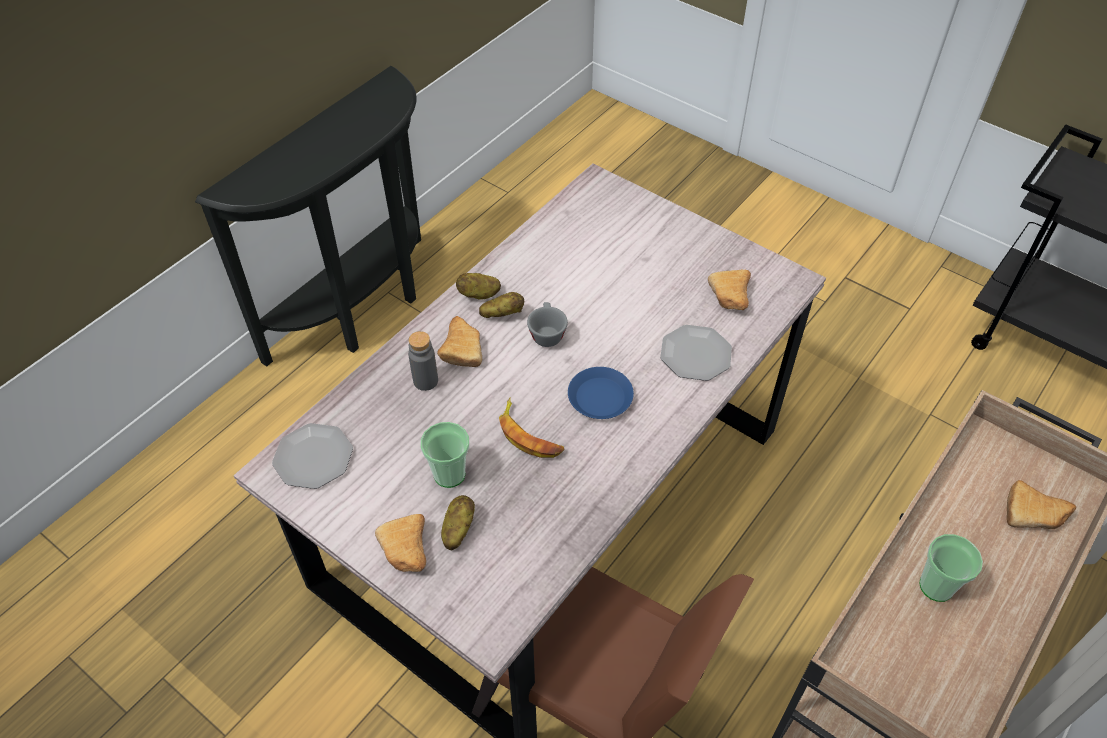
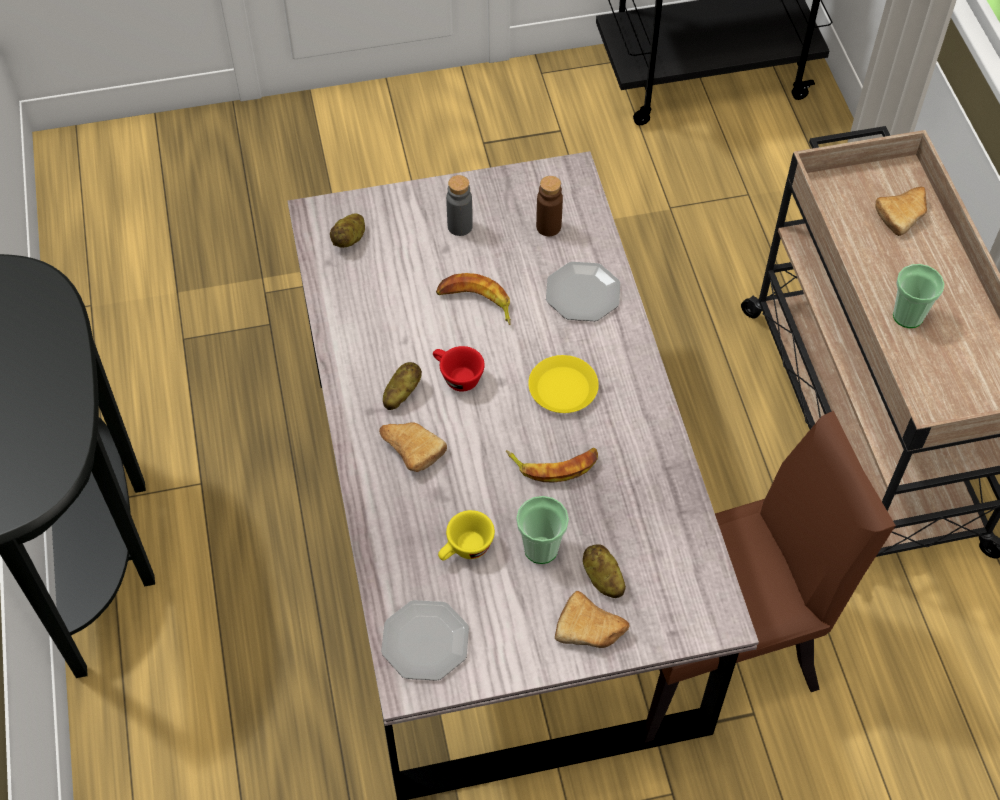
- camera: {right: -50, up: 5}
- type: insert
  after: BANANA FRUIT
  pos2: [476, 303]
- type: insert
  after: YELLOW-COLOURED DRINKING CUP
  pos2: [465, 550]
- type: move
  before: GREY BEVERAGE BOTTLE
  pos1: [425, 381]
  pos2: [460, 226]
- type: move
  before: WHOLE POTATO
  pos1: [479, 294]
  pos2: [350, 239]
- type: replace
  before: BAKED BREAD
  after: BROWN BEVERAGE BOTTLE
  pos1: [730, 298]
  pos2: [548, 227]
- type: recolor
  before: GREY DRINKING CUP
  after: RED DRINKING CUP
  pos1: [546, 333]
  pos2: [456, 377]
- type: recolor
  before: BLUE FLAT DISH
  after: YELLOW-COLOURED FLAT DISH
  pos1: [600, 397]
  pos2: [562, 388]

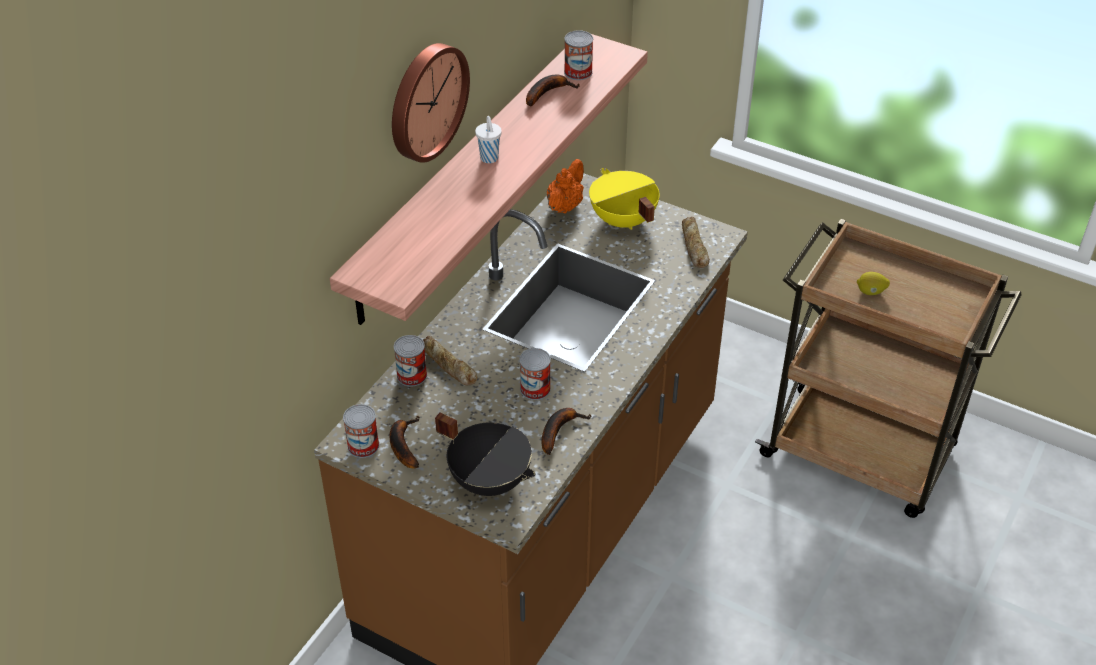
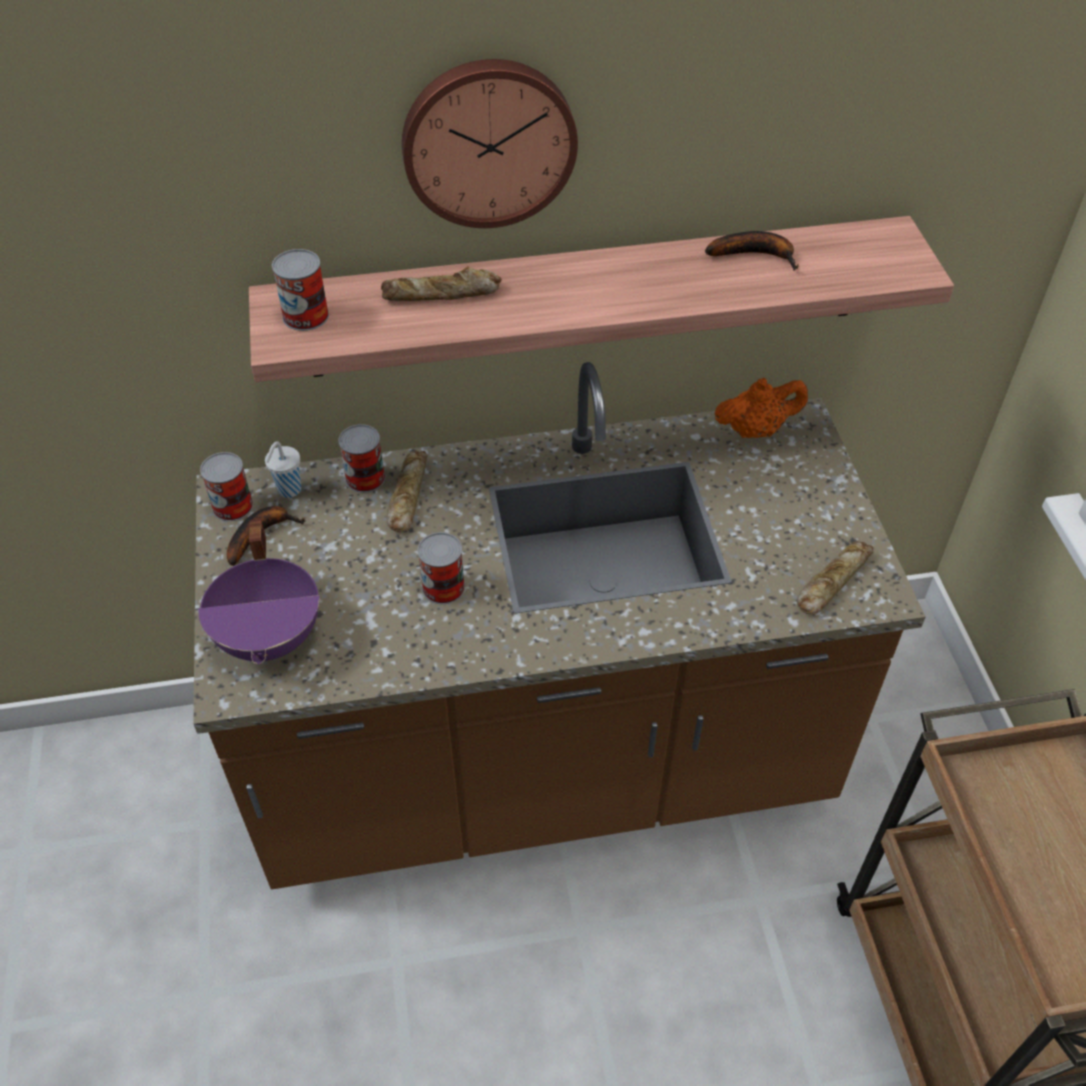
- camera: {right: 50, up: 5}
- type: delete
  before: BANANA FRUIT
  pos1: [559, 430]
- type: delete
  before: YELLOW-COLOURED STOCKPOT
  pos1: [622, 220]
- type: delete
  before: LEMON
  pos1: [870, 292]
- type: insert
  after: BAKED BREAD
  pos2: [442, 294]
- type: move
  before: WHITE-COLOURED DRINKING CUP
  pos1: [489, 159]
  pos2: [288, 490]
- type: move
  before: CAN
  pos1: [578, 72]
  pos2: [305, 316]
- type: recolor
  before: BLACK STOCKPOT
  after: PURPLE-COLOURED STOCKPOT
  pos1: [490, 479]
  pos2: [271, 637]

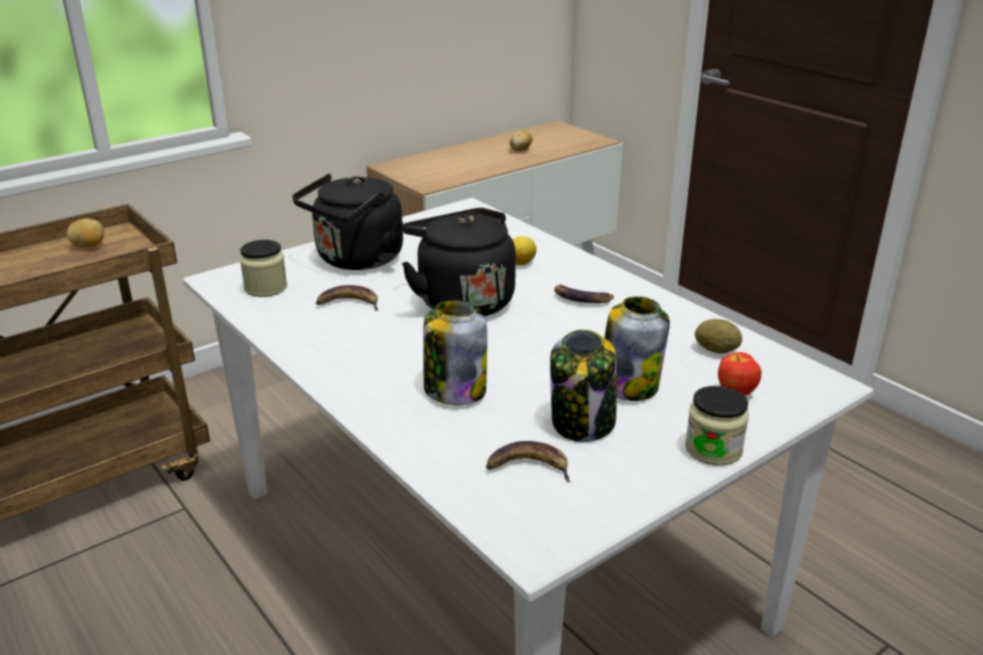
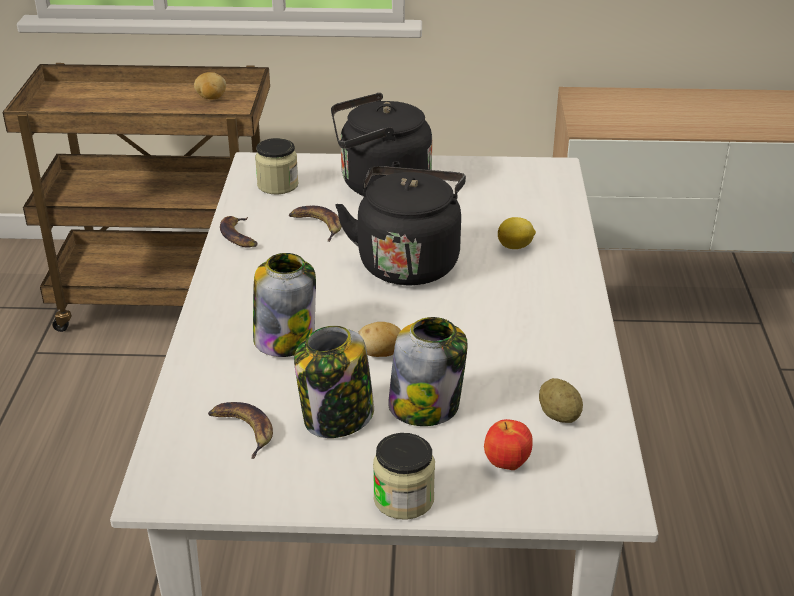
- camera: {right: 40, up: 5}
- type: move
  before: WHOLE POTATO
  pos1: [520, 150]
  pos2: [380, 354]
- type: move
  before: BANANA FRUIT
  pos1: [581, 298]
  pos2: [239, 236]

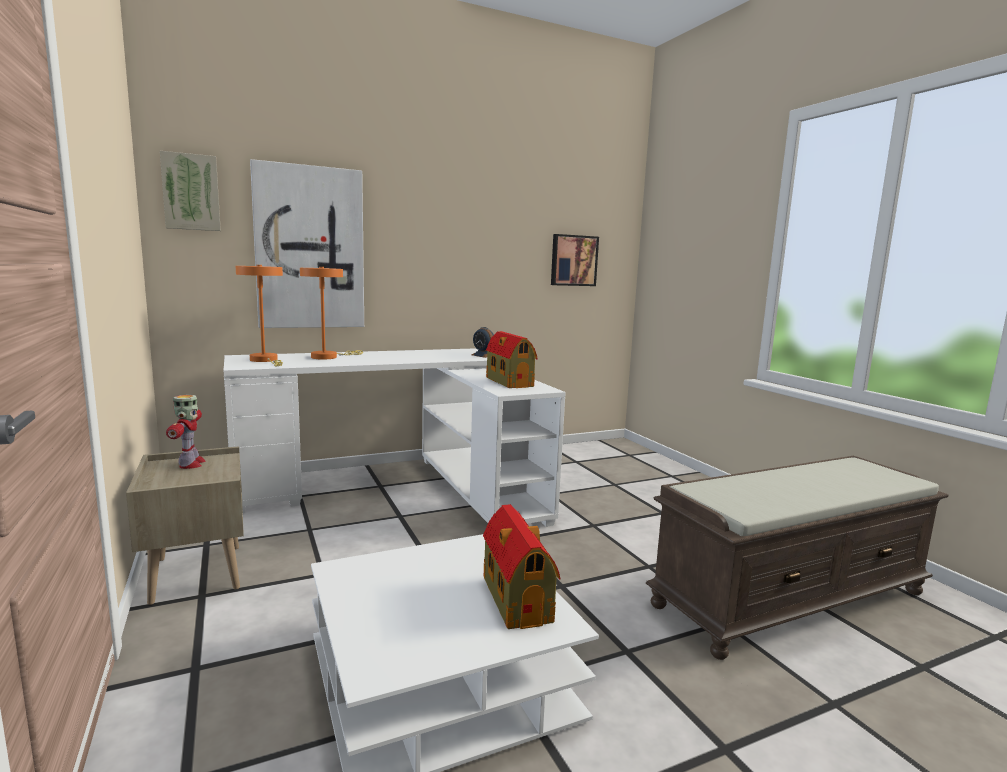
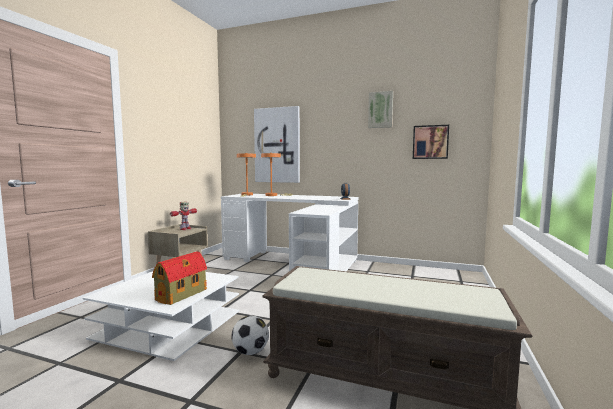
- camera: {right: 45, up: -5}
- type: delete
  before: TOY HOUSE
  pos1: [509, 381]
- type: insert
  after: FOOTBALL
  pos2: [250, 352]
- type: move
  before: WALL PICTURE
  pos1: [191, 192]
  pos2: [380, 110]

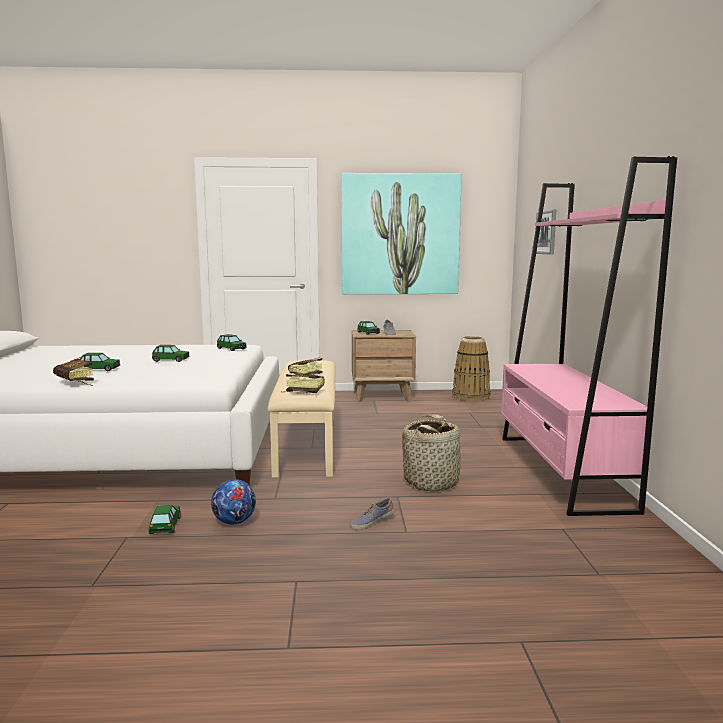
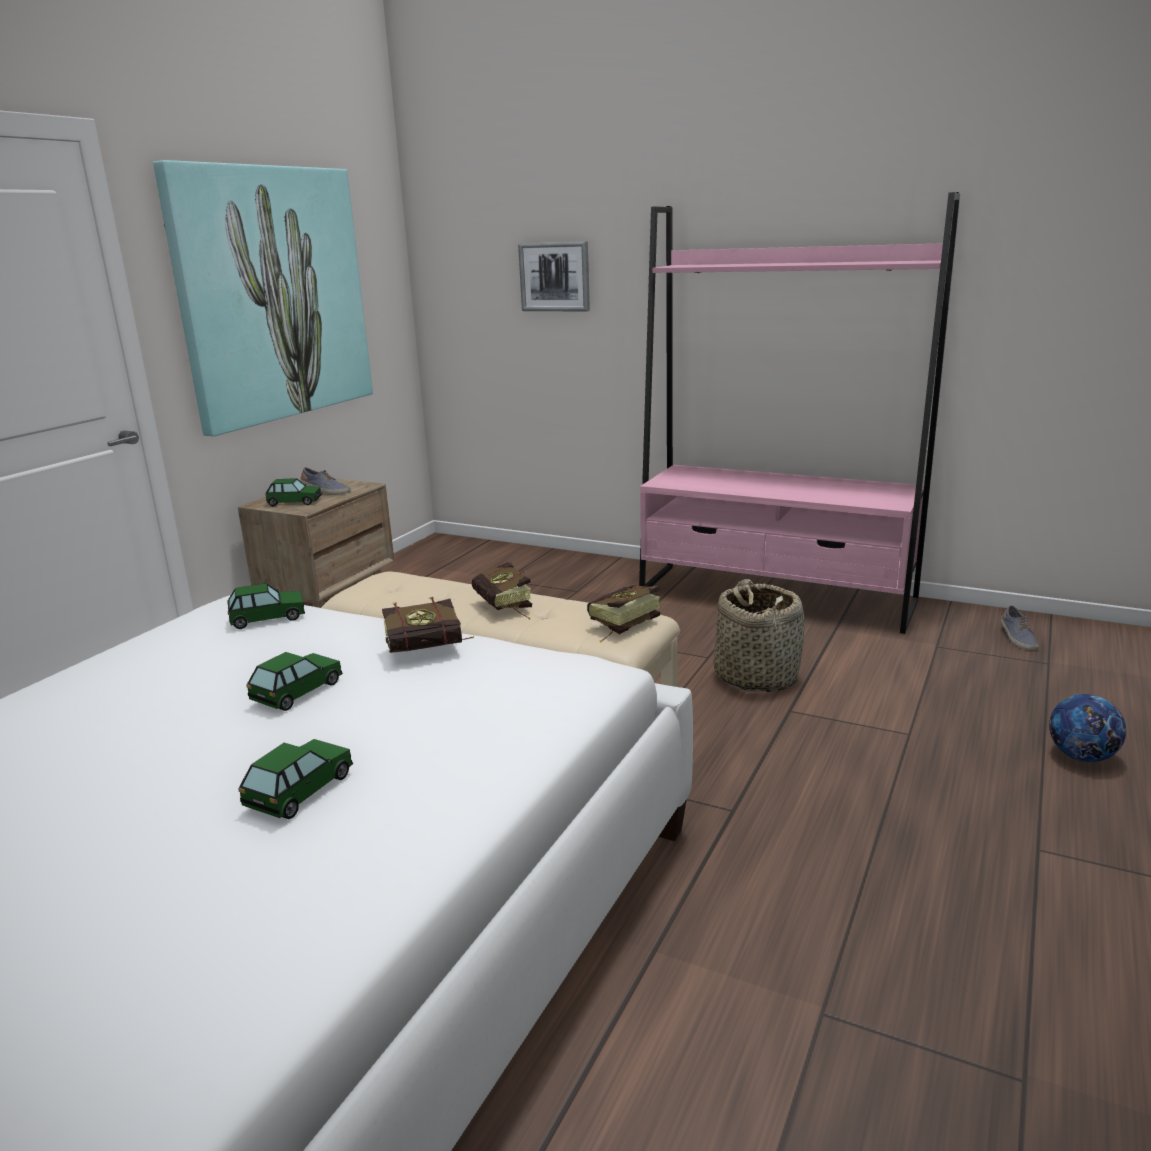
- camera: {right: -60, up: 10}
- type: delete
  before: MODEL CAR
  pos1: [165, 525]
- type: delete
  before: BASKET
  pos1: [471, 397]
- type: move
  before: BOOK
  pos1: [76, 383]
  pos2: [433, 650]
- type: move
  before: FOOTBALL
  pos1: [234, 522]
  pos2: [1081, 756]
- type: move
  before: LOW SHOE
  pos1: [371, 522]
  pos2: [1017, 638]

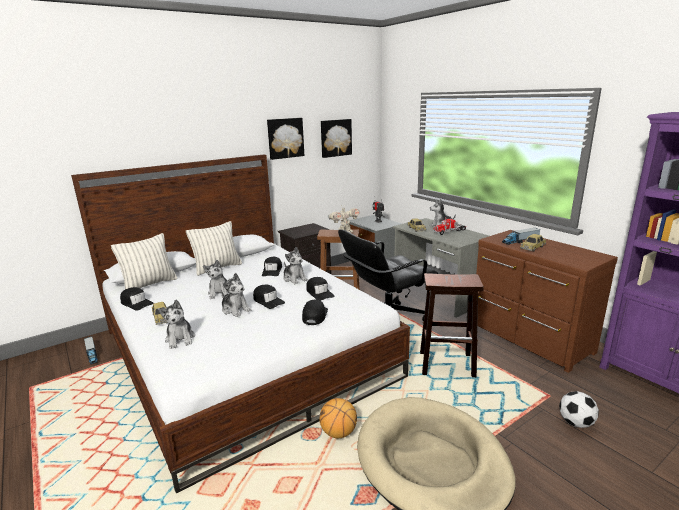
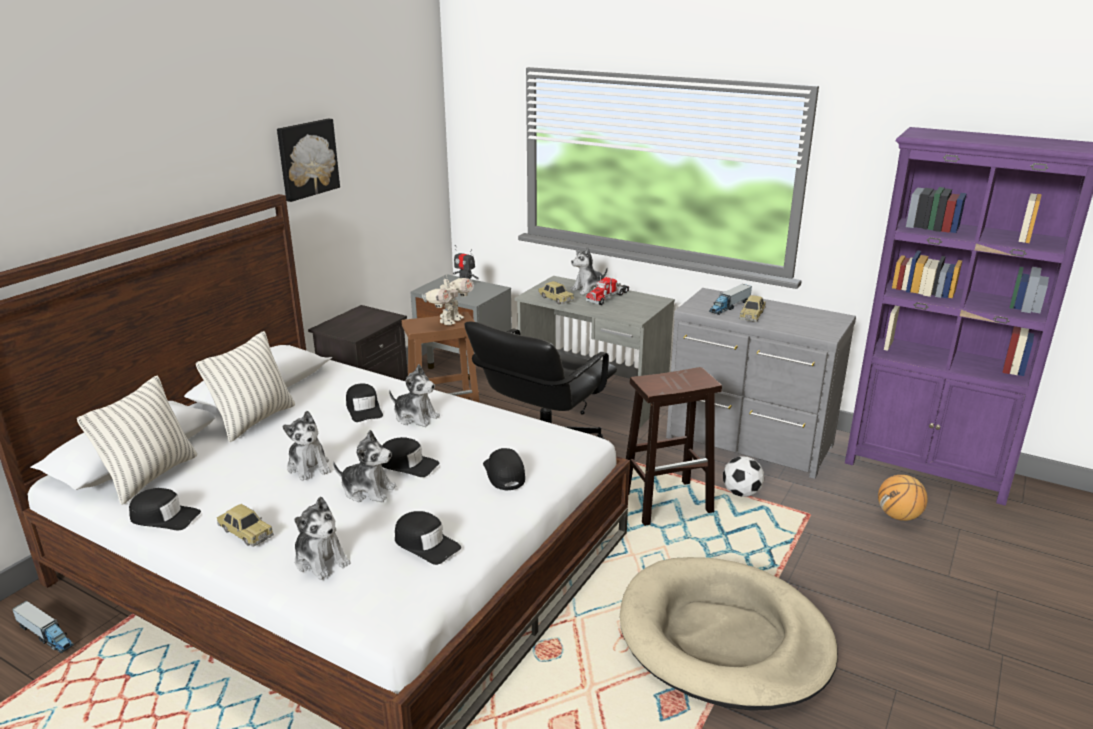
- camera: {right: -25, up: 5}
- type: delete
  before: WALL PICTURE
  pos1: [335, 138]
- type: move
  before: BLACK BASEBALL CAP
  pos1: [319, 293]
  pos2: [426, 544]
- type: move
  before: BALL FOR BASKETBALL
  pos1: [338, 433]
  pos2: [898, 516]
- type: move
  before: FOOTBALL
  pos1: [575, 423]
  pos2: [741, 493]
- type: recolor
  before: BROWN DRESSER
  after: GREY DRESSER
  pos1: [529, 339]
  pos2: [749, 443]

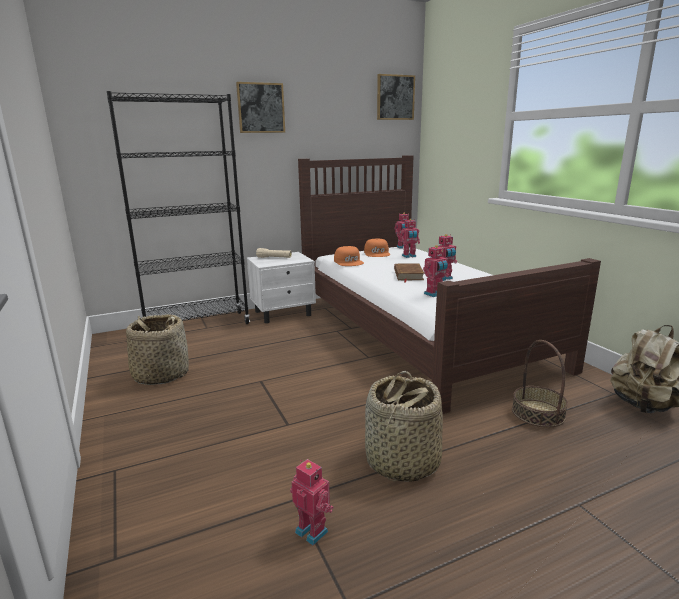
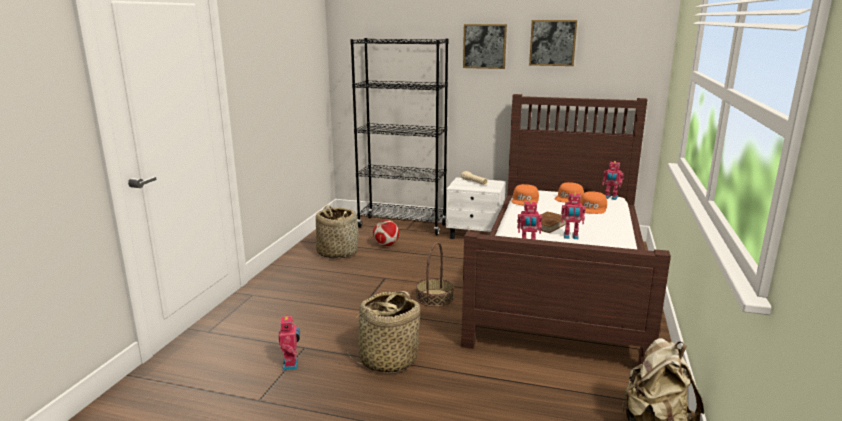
- camera: {right: 40, up: 0}
- type: insert
  after: FOOTBALL
  pos2: [386, 245]
- type: move
  before: WALL PICTURE
  pos1: [395, 97]
  pos2: [552, 43]
- type: move
  before: BASKET
  pos1: [537, 413]
  pos2: [434, 298]
- type: replace
  before: TOY ROBOT
  after: ORANGE BASEBALL CAP
  pos1: [409, 256]
  pos2: [592, 208]

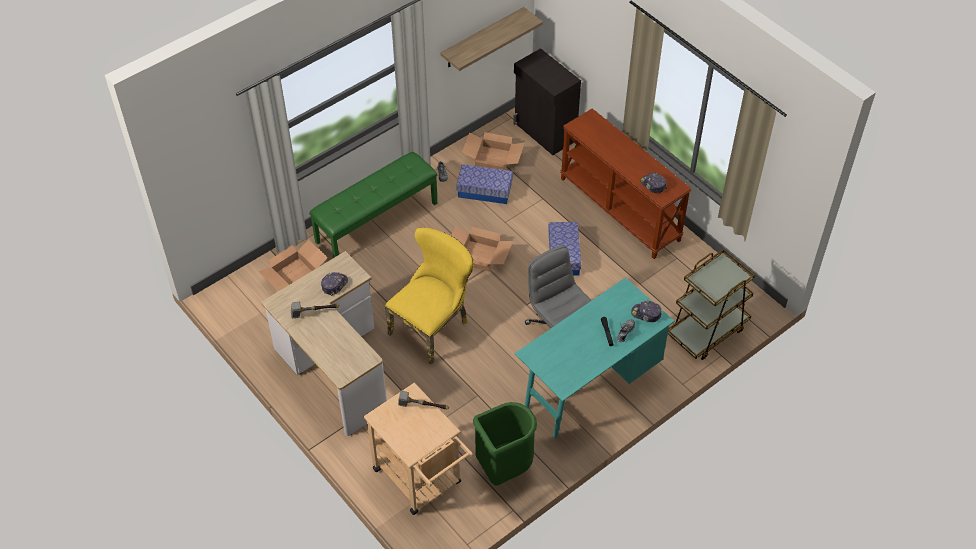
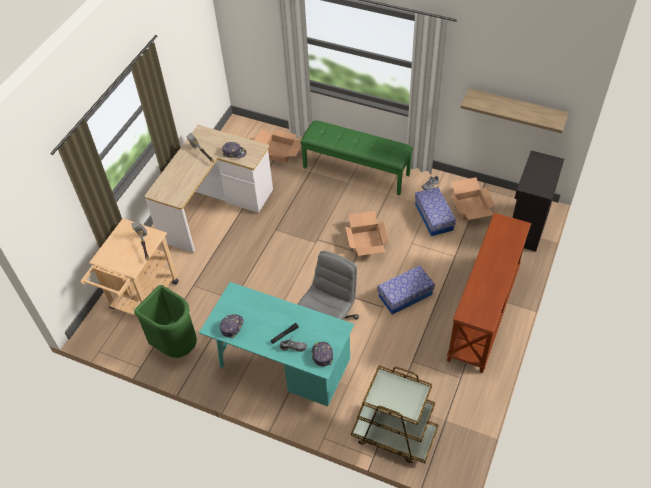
- camera: {right: 65, up: 0}
- type: delete
  before: YELLOW-COLOURED PLAIN CHAIR
  pos1: [433, 326]
- type: move
  before: BASEBALL CAP
  pos1: [653, 185]
  pos2: [231, 326]

